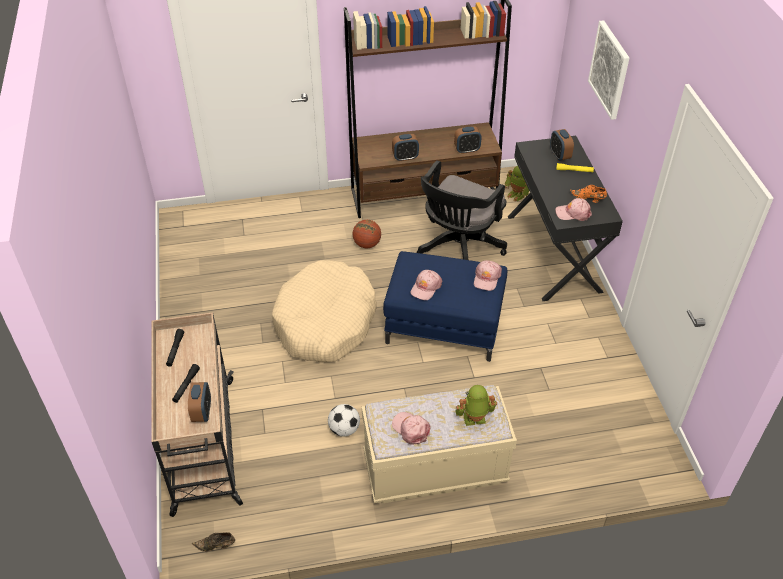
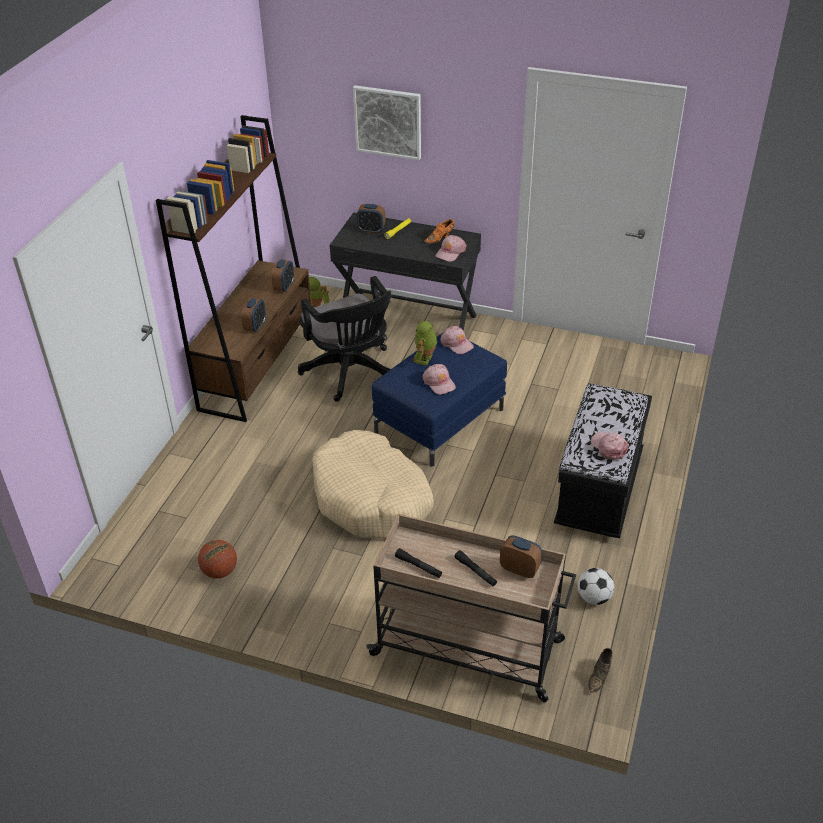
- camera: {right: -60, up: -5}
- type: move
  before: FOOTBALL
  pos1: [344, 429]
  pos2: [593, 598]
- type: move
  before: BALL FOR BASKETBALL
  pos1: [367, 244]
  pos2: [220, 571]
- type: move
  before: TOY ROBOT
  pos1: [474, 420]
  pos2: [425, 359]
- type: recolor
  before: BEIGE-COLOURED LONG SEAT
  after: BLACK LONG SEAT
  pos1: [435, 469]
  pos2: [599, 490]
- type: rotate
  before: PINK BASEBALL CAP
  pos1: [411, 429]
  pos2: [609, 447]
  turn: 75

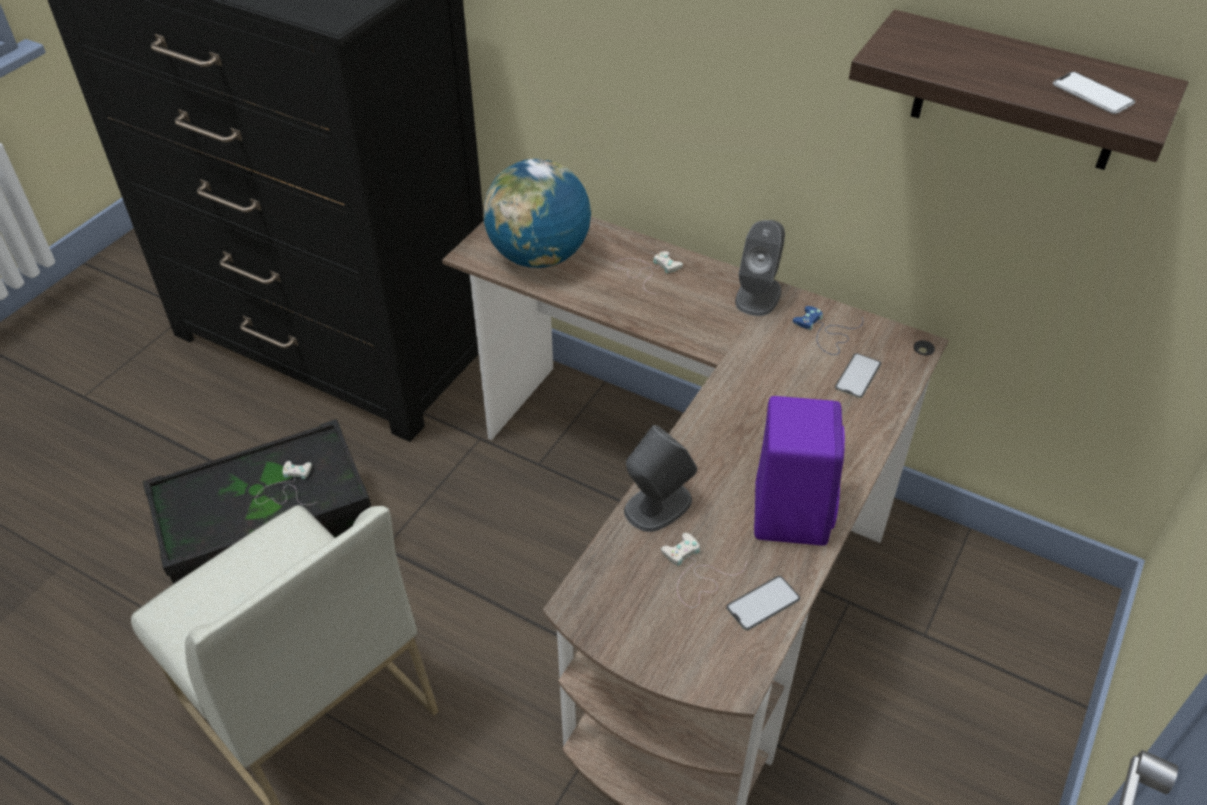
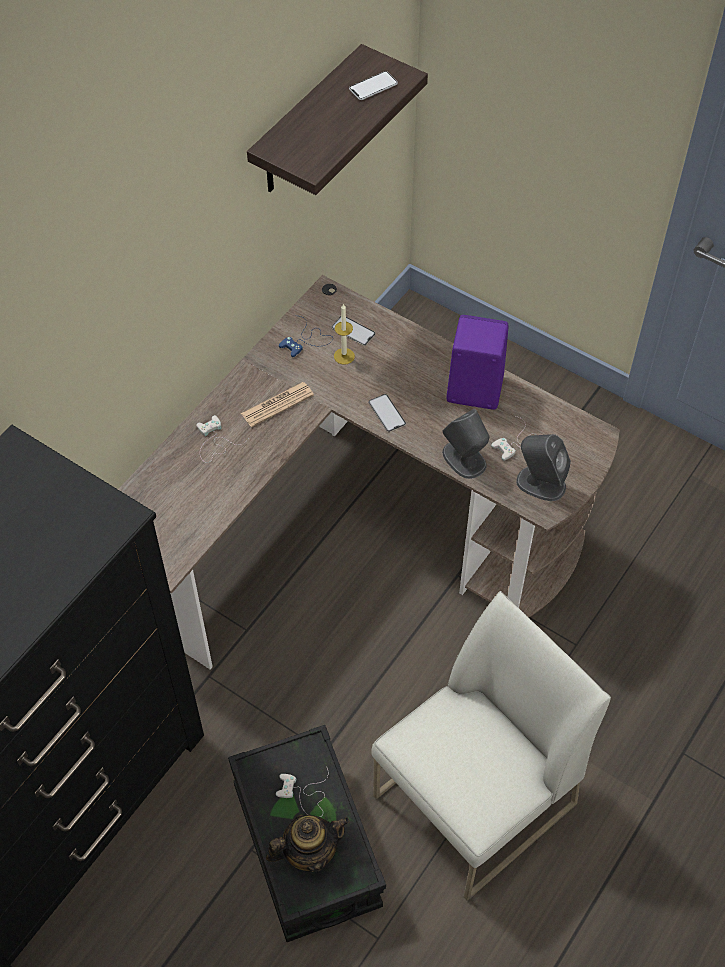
- camera: {right: -85, up: 10}
- type: delete
  before: GLOBE
  pos1: [539, 257]
- type: insert
  after: DAILY PAPER
  pos2: [277, 404]
- type: insert
  after: TEA POT
  pos2: [309, 852]
- type: insert
  after: CANDLE
  pos2: [344, 356]
- type: move
  before: TELEPHONE
  pos1: [763, 603]
  pos2: [387, 413]
- type: move
  before: GREY LOUDSPEAKER
  pos1: [758, 295]
  pos2: [540, 483]

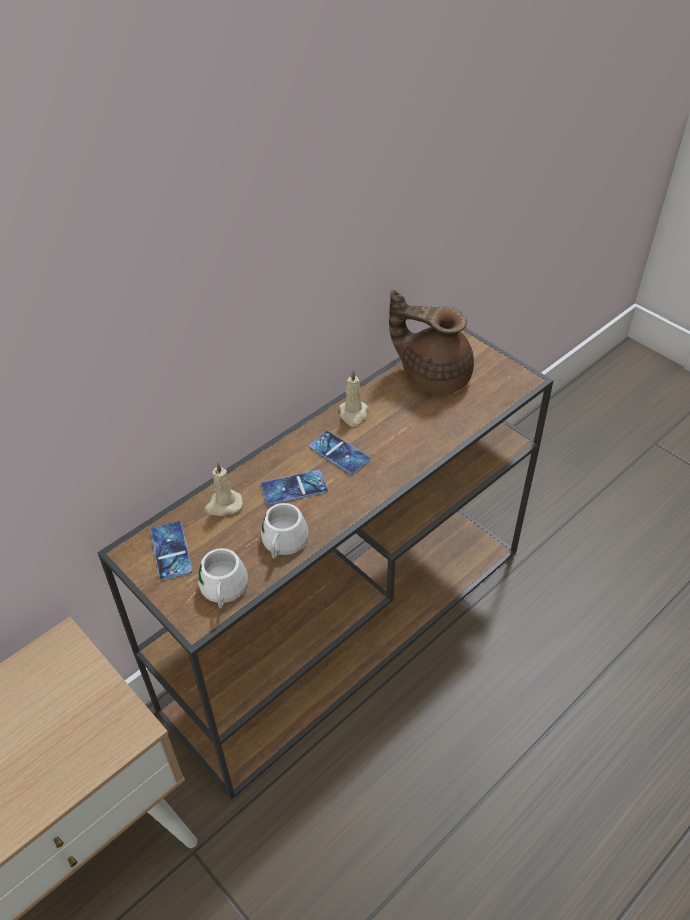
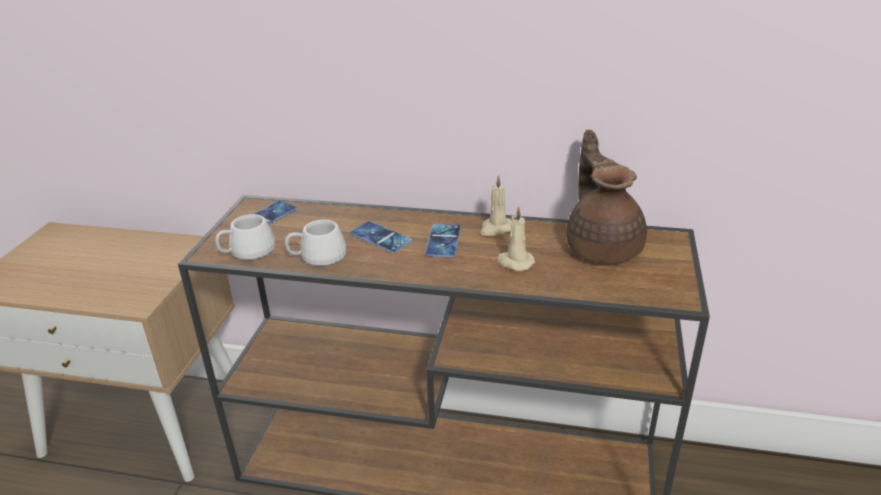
- camera: {right: 55, up: -15}
- type: move
  before: BEIGE-COLOURED CANDLE
  pos1: [223, 505]
  pos2: [514, 262]

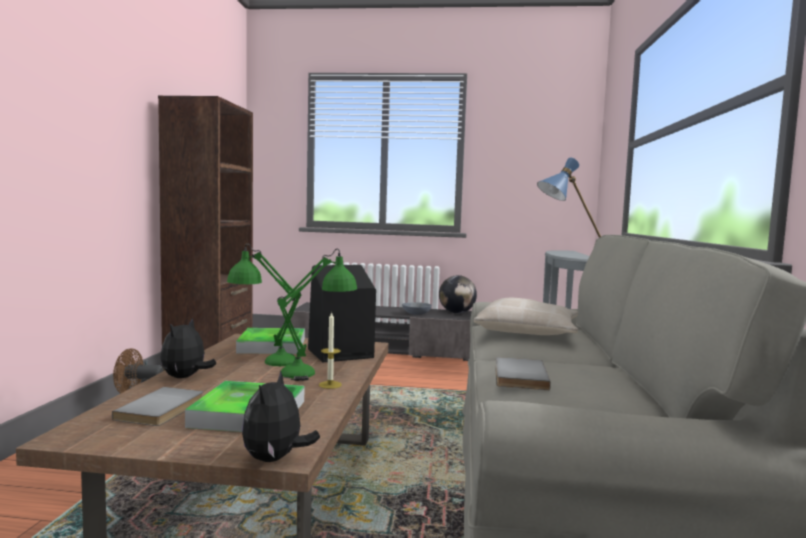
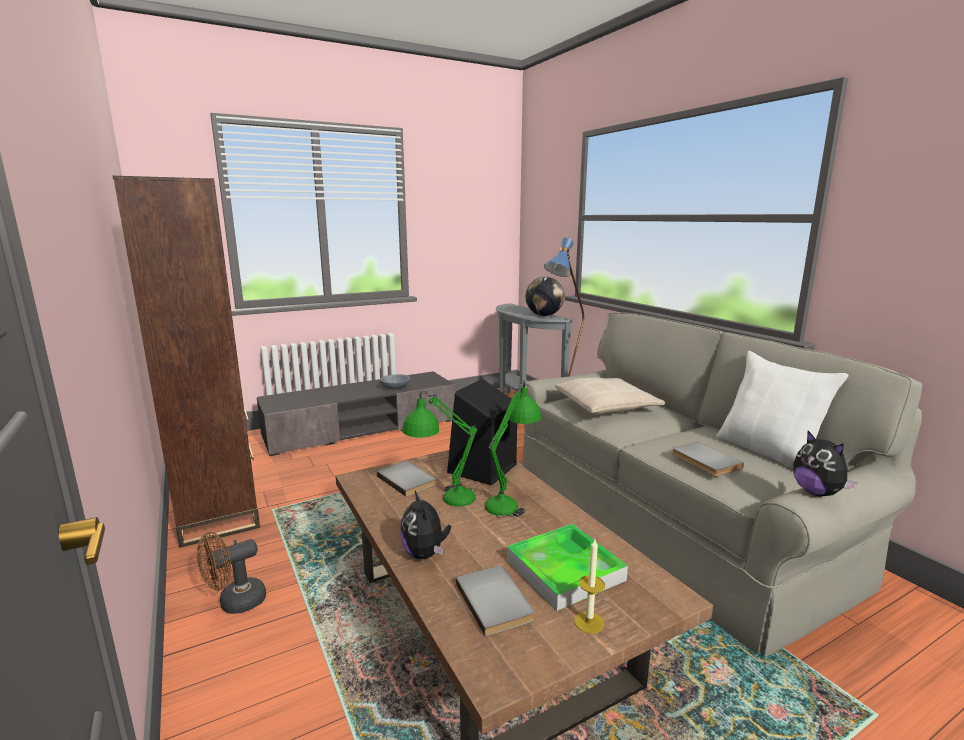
- camera: {right: -35, up: 10}
- type: insert
  after: WHITE-COLOURED PILLOW
  pos2: [769, 451]
- type: move
  before: CUDDLY TOY
  pos1: [275, 459]
  pos2: [817, 492]
- type: move
  before: CANDLE
  pos1: [330, 385]
  pos2: [589, 622]
- type: move
  before: GLOBE
  pos1: [457, 313]
  pos2: [544, 315]
- type: replace
  before: CARRYING TRAY
  after: GREY BOOK
  pos1: [272, 346]
  pos2: [408, 480]

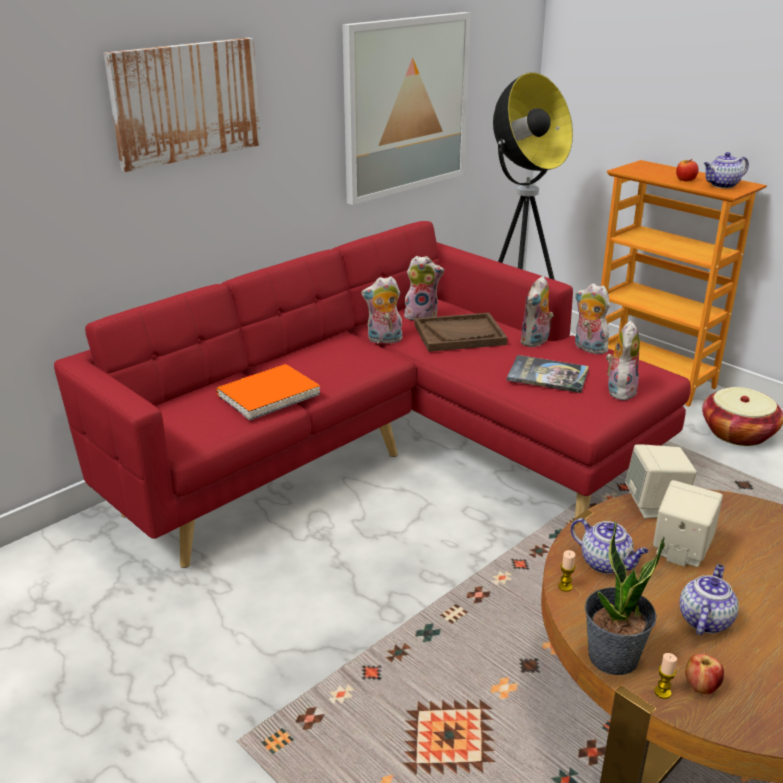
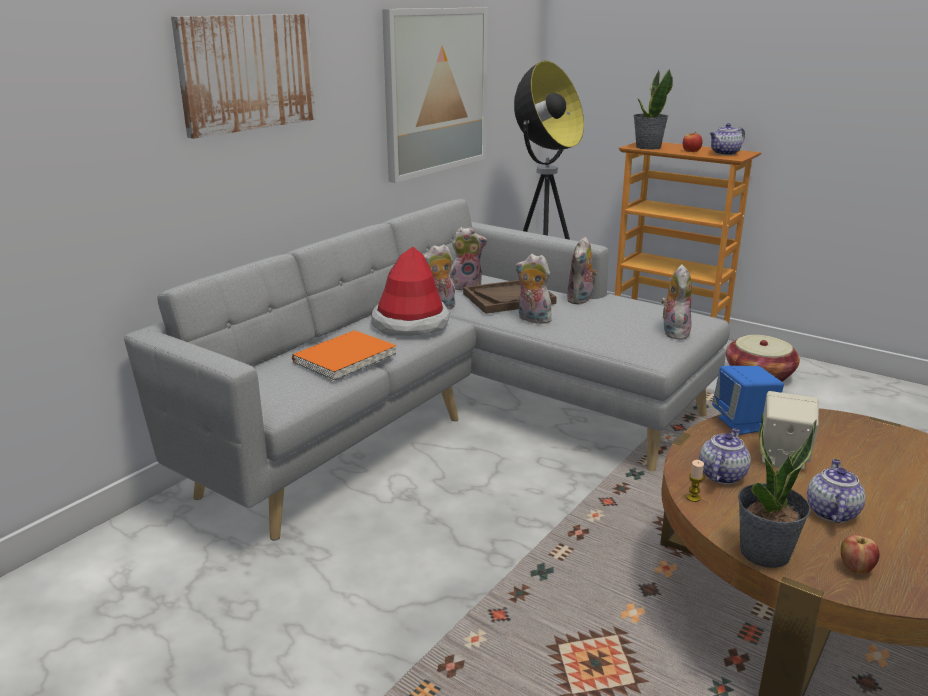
- camera: {right: -10, up: -5}
- type: delete
  before: BOOK
  pos1: [548, 375]
- type: delete
  before: CANDLE
  pos1: [662, 692]
- type: insert
  after: HAT
  pos2: [410, 324]
- type: insert
  after: HOUSEPLANT
  pos2: [648, 147]
- type: move
  before: CUDDLY TOY
  pos1: [588, 348]
  pos2: [532, 319]
- type: recolor
  before: RED SOFA
  after: GREY SOFA
  pos1: [395, 456]
  pos2: [457, 420]
- type: recolor
  before: BEIGE-COLOURED LOUDSPEAKER
  after: BLUE LOUDSPEAKER
  pos1: [655, 506]
  pos2: [743, 423]
- type: rotate
  before: TEA POT
  pos1: [606, 563]
  pos2: [721, 474]
  turn: -90

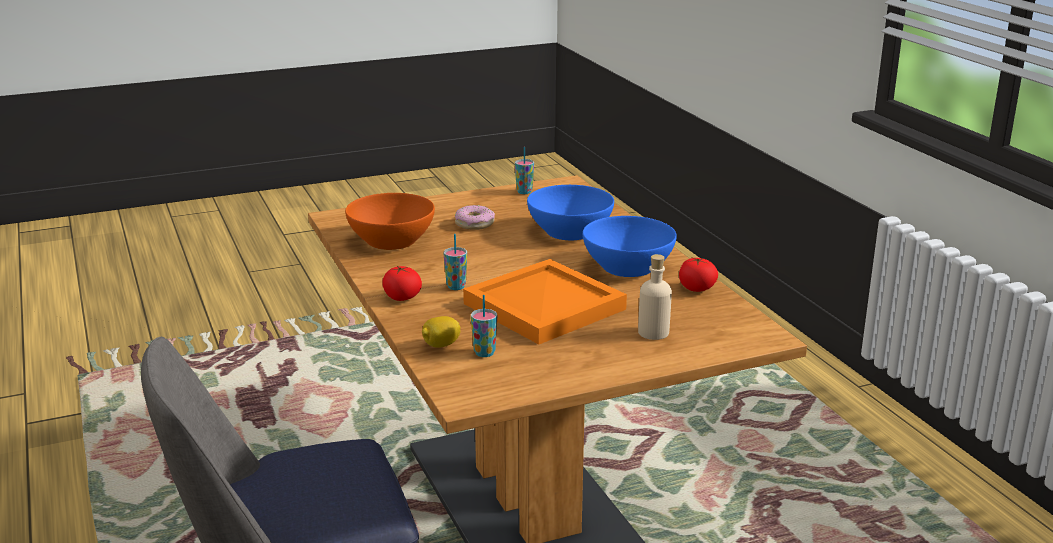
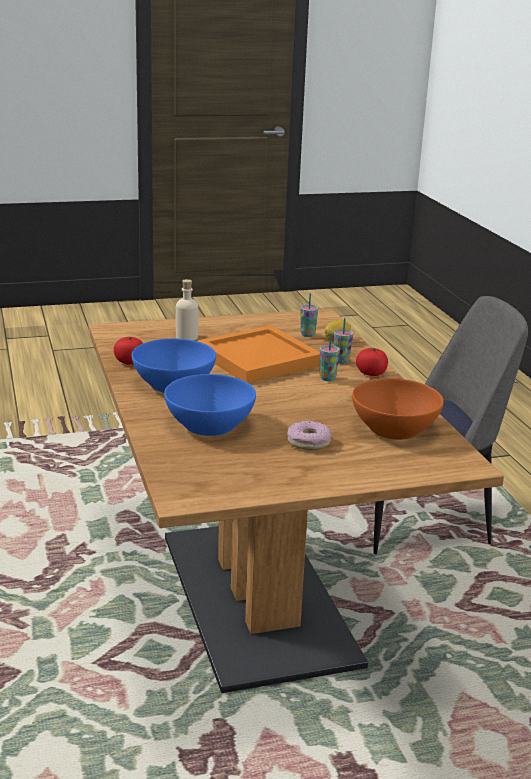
- camera: {right: -175, up: 0}
- type: move
  before: DRINKING CUP
  pos1: [524, 192]
  pos2: [341, 361]

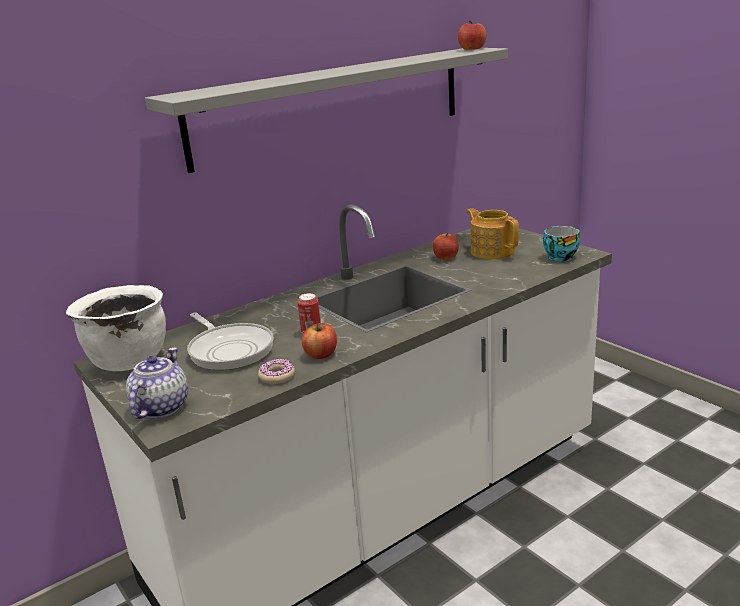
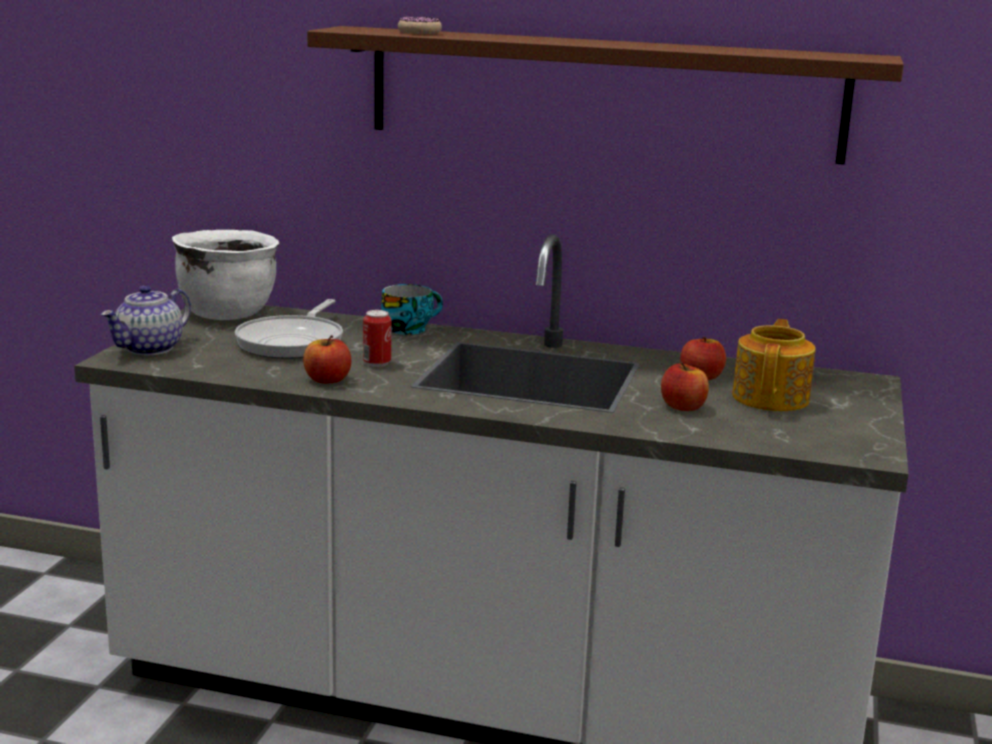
- camera: {right: 50, up: -5}
- type: move
  before: DOUGHNUT
  pos1: [277, 376]
  pos2: [419, 32]
- type: move
  before: WHOLE APPLE
  pos1: [472, 49]
  pos2: [683, 407]
- type: move
  before: DRINKING CUP
  pos1: [559, 256]
  pos2: [409, 329]
- type: recolor
  before: GREY WALL SHELF
  after: BROWN WALL SHELF
  pos1: [332, 105]
  pos2: [602, 93]
- type: rotate
  before: TEA POT
  pos1: [161, 407]
  pos2: [149, 349]
  turn: 150

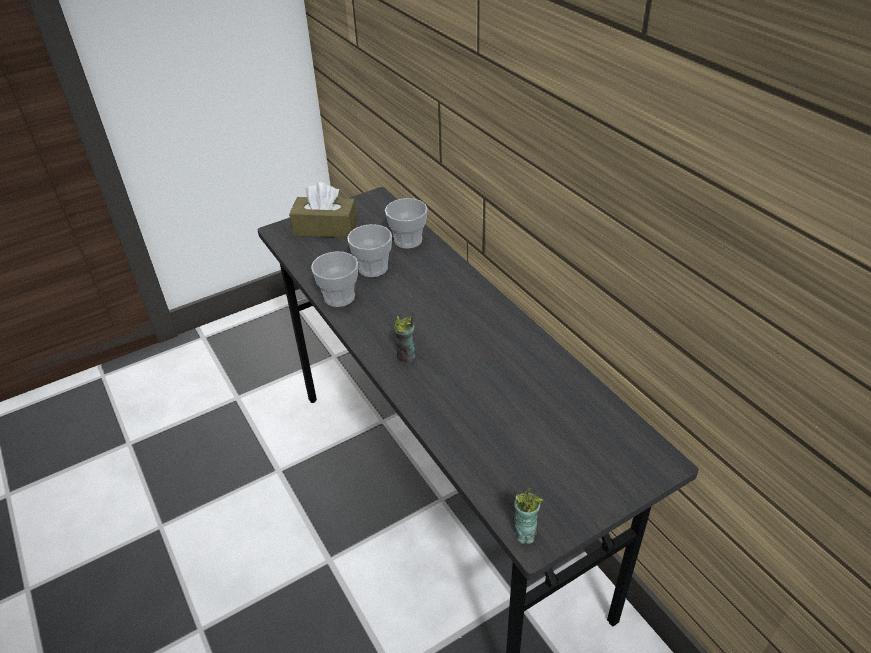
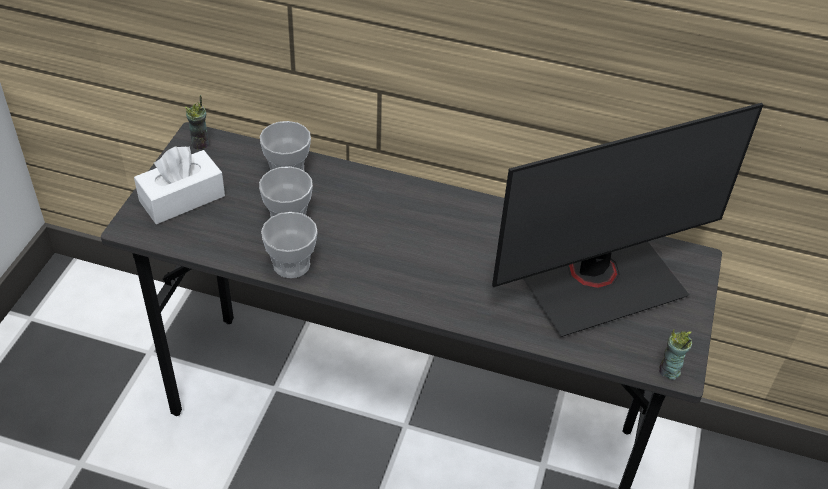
- camera: {right: -45, up: 5}
- type: insert
  after: MONITOR
  pos2: [598, 281]
- type: move
  before: DRINKING CUP
  pos1: [406, 357]
  pos2: [200, 144]
- type: recolor
  before: BROWN BOX OF TISSUES
  after: WHITE-COLOURED BOX OF TISSUES
  pos1: [325, 228]
  pos2: [182, 198]

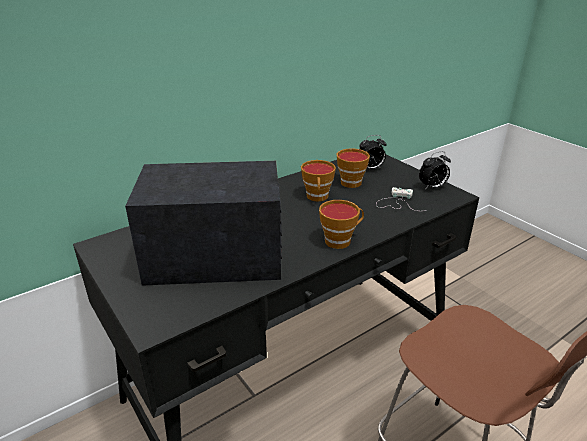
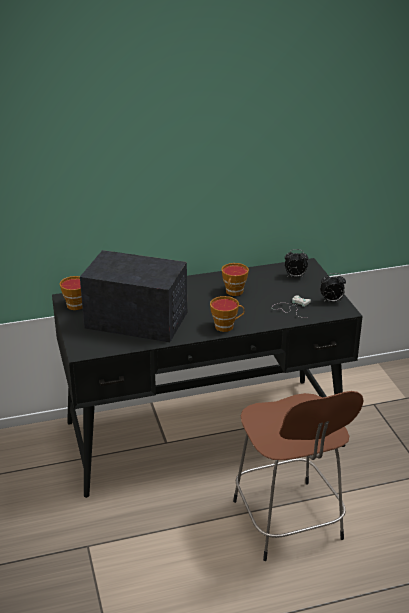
- camera: {right: 20, up: 0}
- type: move
  before: DRINKING CUP
  pos1: [348, 182]
  pos2: [75, 304]

